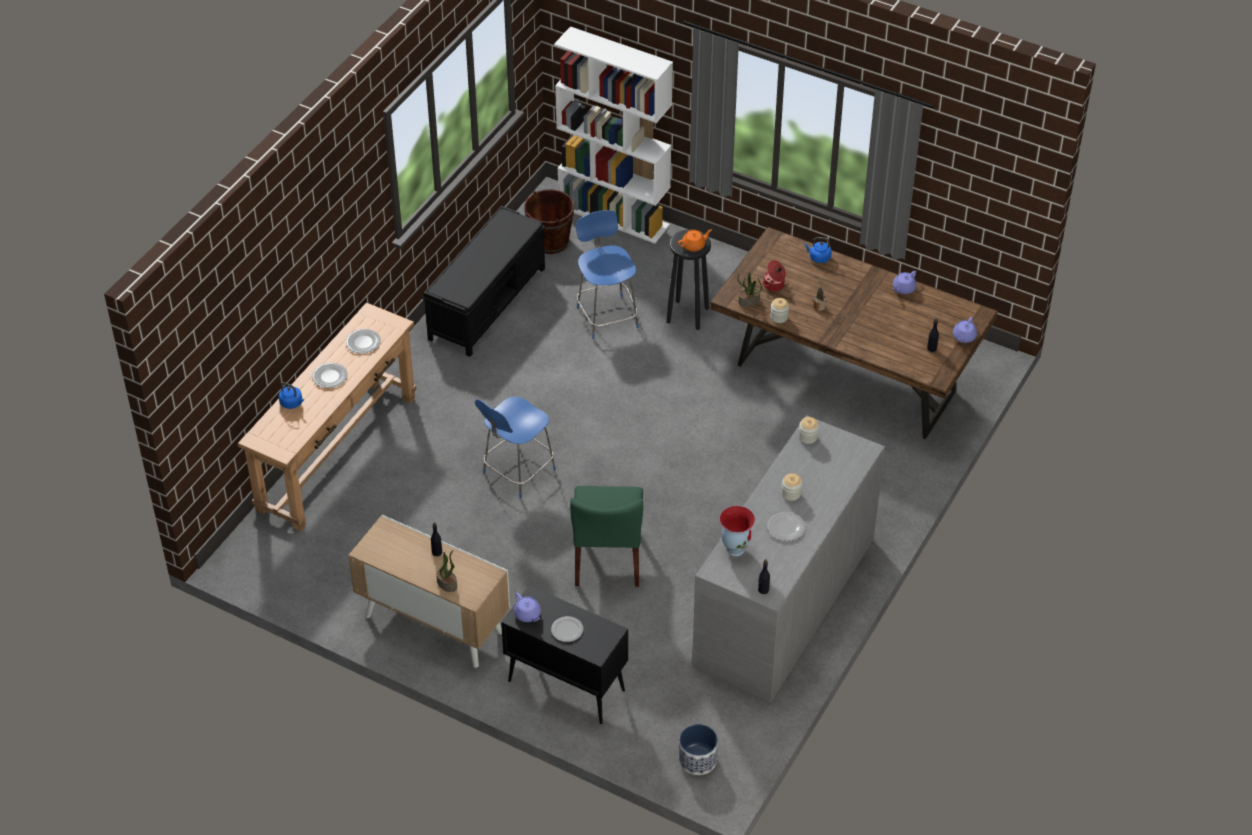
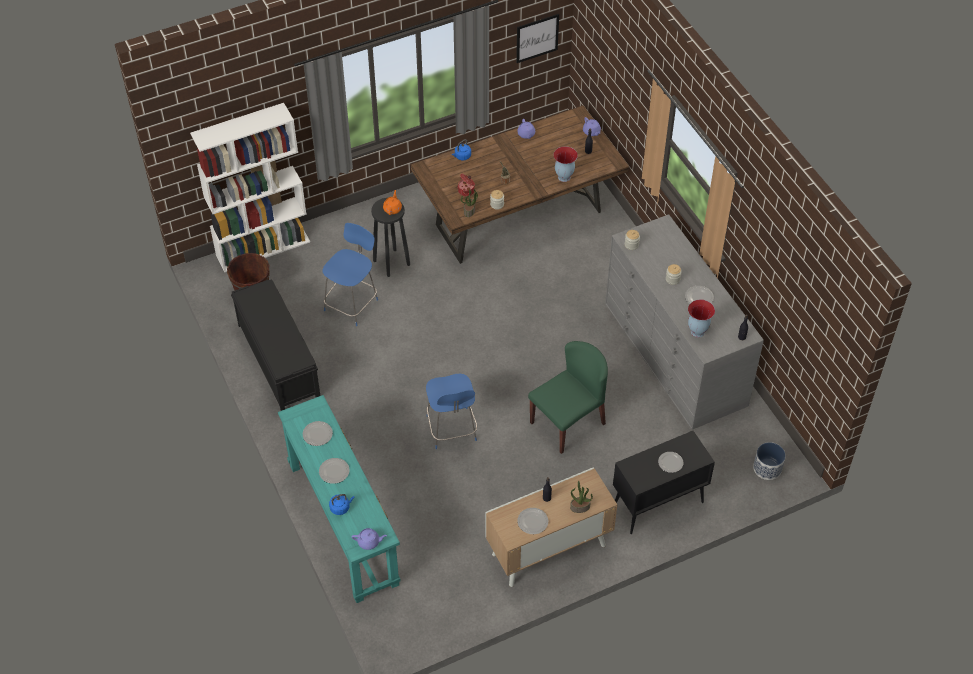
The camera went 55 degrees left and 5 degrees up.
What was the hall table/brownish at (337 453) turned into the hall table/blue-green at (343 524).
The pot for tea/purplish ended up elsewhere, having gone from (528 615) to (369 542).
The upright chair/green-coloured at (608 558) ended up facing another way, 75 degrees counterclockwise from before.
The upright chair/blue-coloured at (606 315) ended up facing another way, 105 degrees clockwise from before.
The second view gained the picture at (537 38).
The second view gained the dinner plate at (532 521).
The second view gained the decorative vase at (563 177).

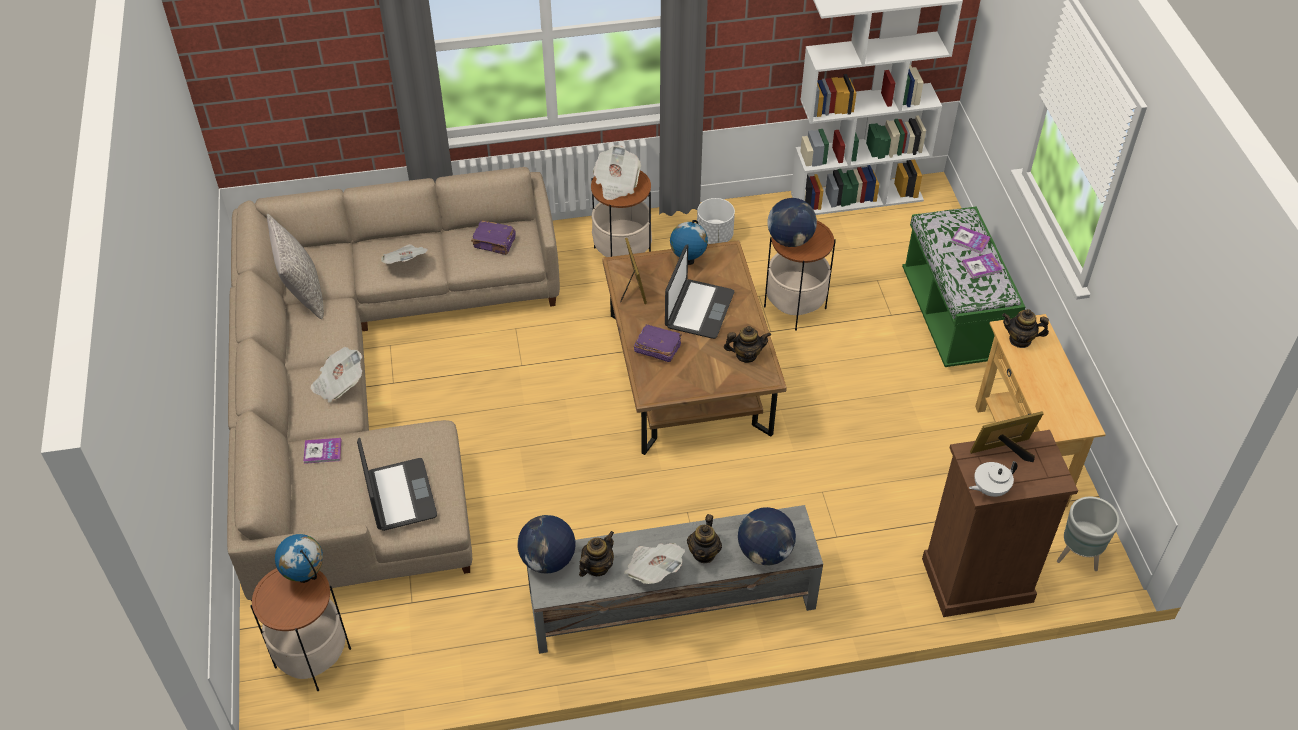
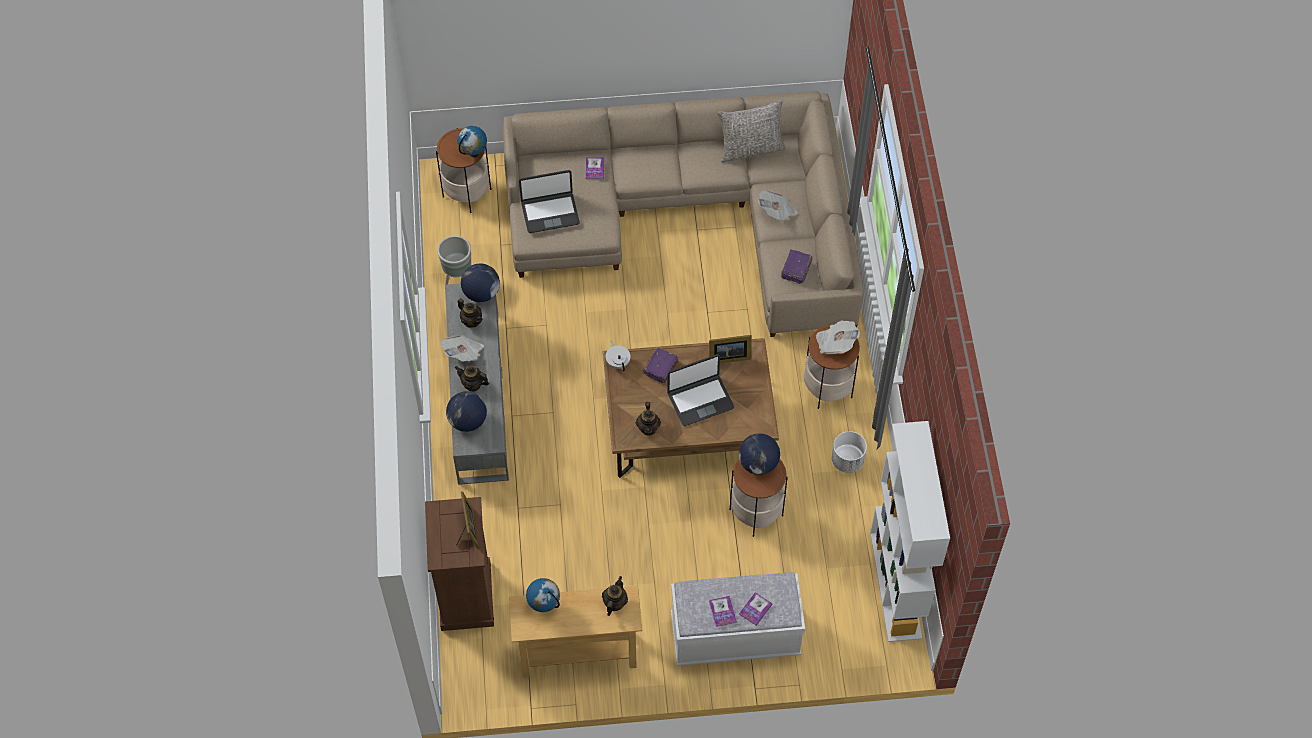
The camera went 95 degrees right and 10 degrees up.
The second view lost the daily paper at (339 384).
The laptop at (698 310) ended up facing another way, 45 degrees counterclockwise from before.
The globe ended up elsewhere, having gone from (688 260) to (544 605).
What was the long seat/green-coloured at (953 317) turned into the long seat/white at (735 636).
The pot for tea/white ended up elsewhere, having gone from (989 489) to (618 362).
The flower pot/greyish ended up elsewhere, having gone from (1077 556) to (458 277).

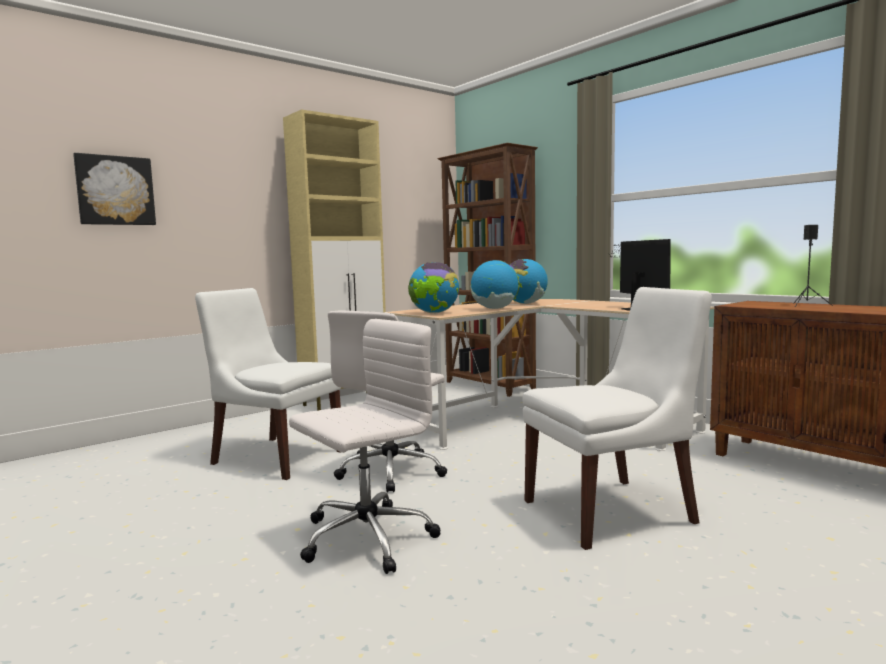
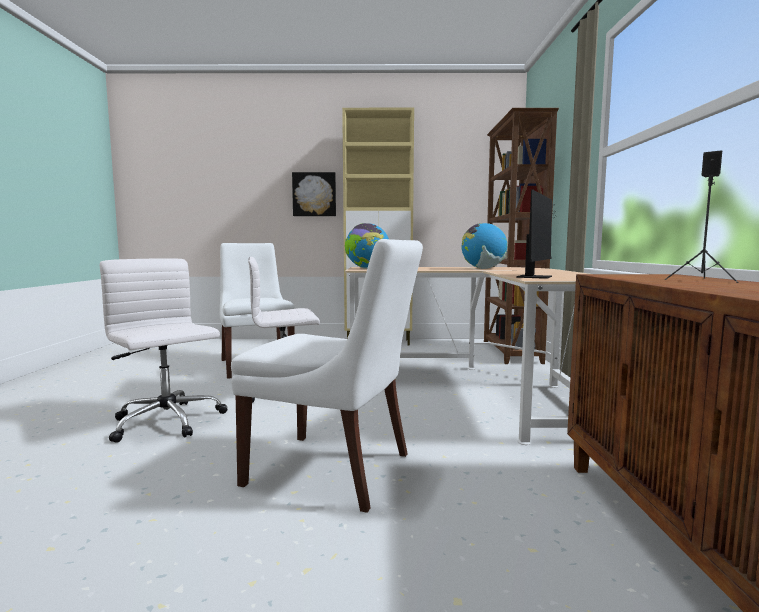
The camera went 40 degrees right and 0 degrees up.
The picture ended up elsewhere, having gone from (115 190) to (314 194).
The computer chair/white at (364 539) ended up facing another way, 135 degrees counterclockwise from before.
The second view lost the globe at (495 308).

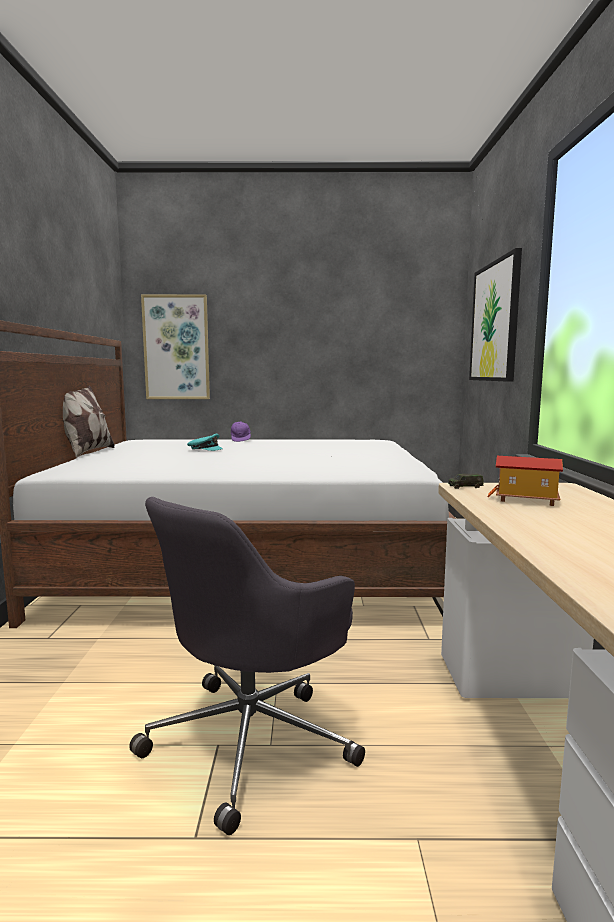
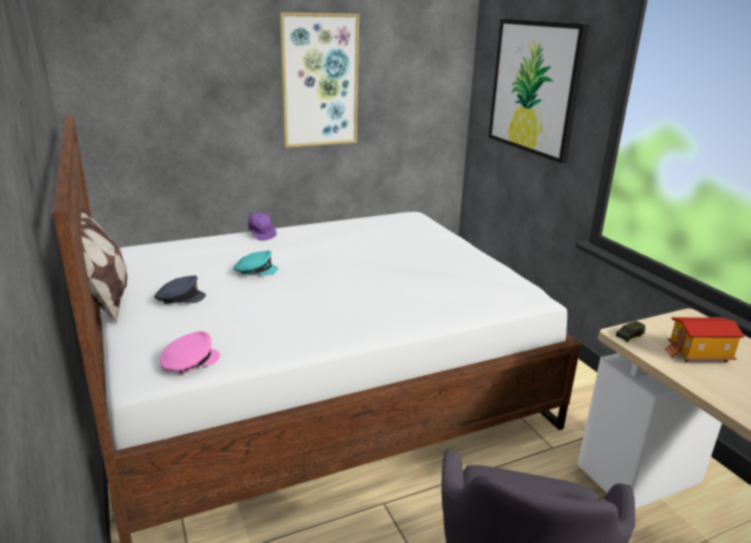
The camera went 25 degrees left and 15 degrees up.
The picture ended up elsewhere, having gone from (176 347) to (319 81).
The second view gained the cap/greyish at (180 297).
The second view gained the cap/pink at (189 362).

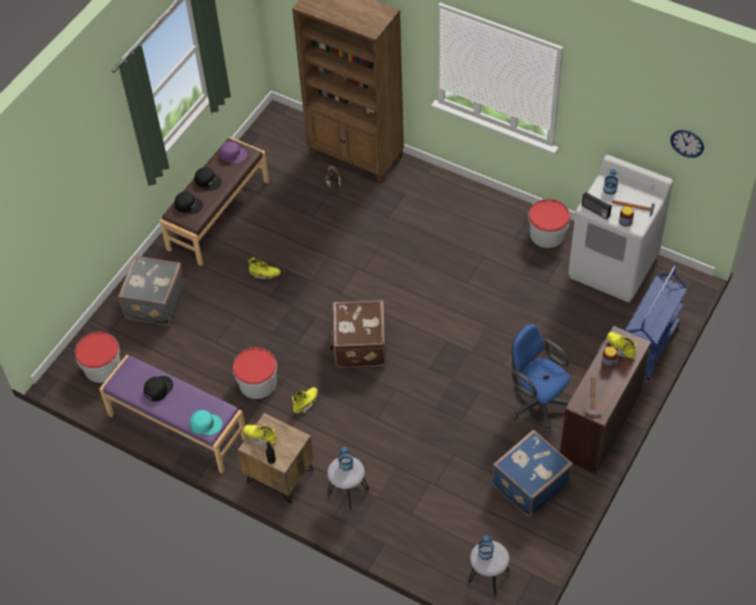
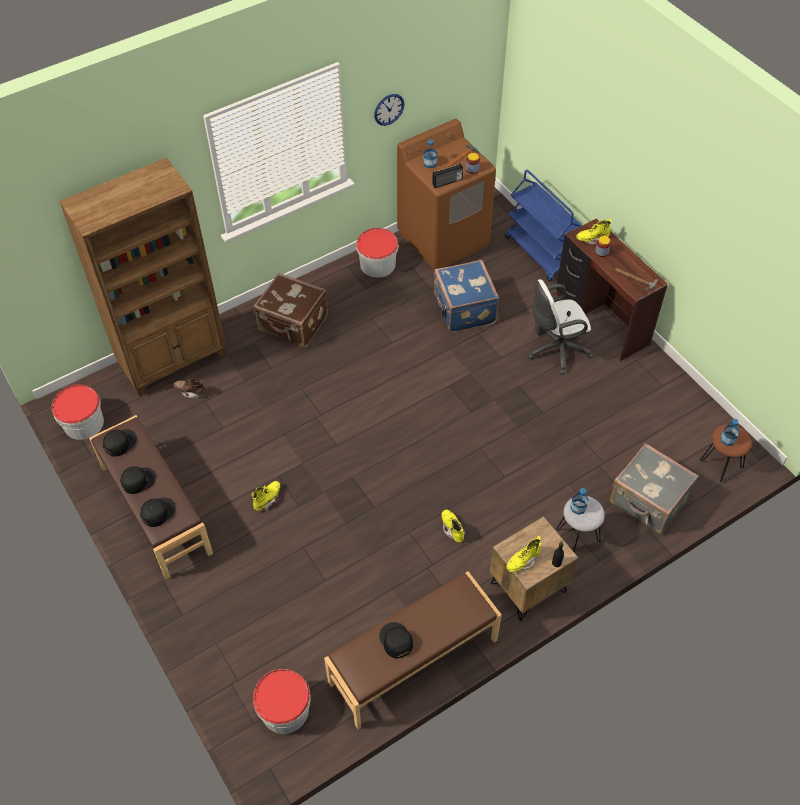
The camera went 65 degrees left and 0 degrees up.
What was the long seat/purplish at (177 427) turned into the long seat/brownish at (414 662).
The piece of luggage/greyish ended up elsewhere, having gone from (154 302) to (648 502).
The second view lost the cap/blue-green at (205 424).
What was the cap/purplish at (233 154) turned into the cap/black-coloured at (119 443).
The water bucket ended up elsewhere, having gone from (257 383) to (83 423).
The piece of luggage/brownish ended up elsewhere, having gone from (359 345) to (293 324).
What was the sitting stool/greyish at (488 577) turned into the sitting stool/brownish at (720 464).
The piece of luggage/blue-coloured ended up elsewhere, having gone from (529 483) to (463 310).
What was the computer chair/blue-coloured at (537 402) turned into the computer chair/white at (555 350).
What was the washing machine/white at (613 267) turned into the washing machine/brownish at (444 238).
The clock on the wall ended up elsewhere, having gone from (687 143) to (389 109).

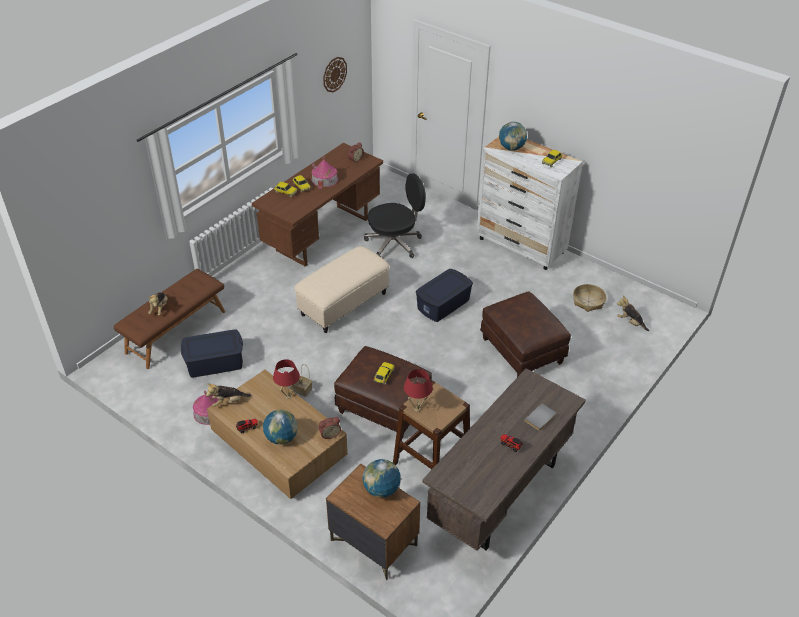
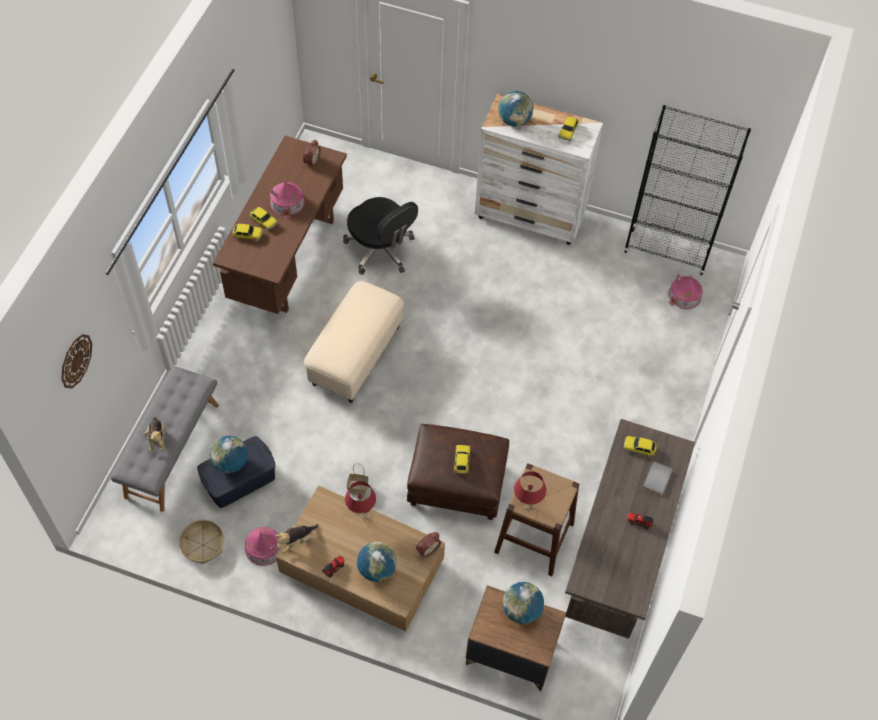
The camera went 20 degrees left and 15 degrees up.
What was the long seat/brownish at (175 331) turned into the long seat/greyish at (171 450).
The clock on the wall ended up elsewhere, having gone from (334 74) to (75 360).
The computer chair/black-coloured at (394 243) ended up facing another way, 90 degrees clockwise from before.
The second view lost the storage container/blue-coloured at (443 304).
The second view lost the footrest/brownish at (523 351).
The storage basket ended up elsewhere, having gone from (588 301) to (203 545).
Where the cuddly toy stood at (630 322), the miniature house came to stand at (684 295).
The second view gained the globe at (230 463).
The second view gained the bookcase/black-coloured at (667 251).
The second view gained the miniature car at (639 448).

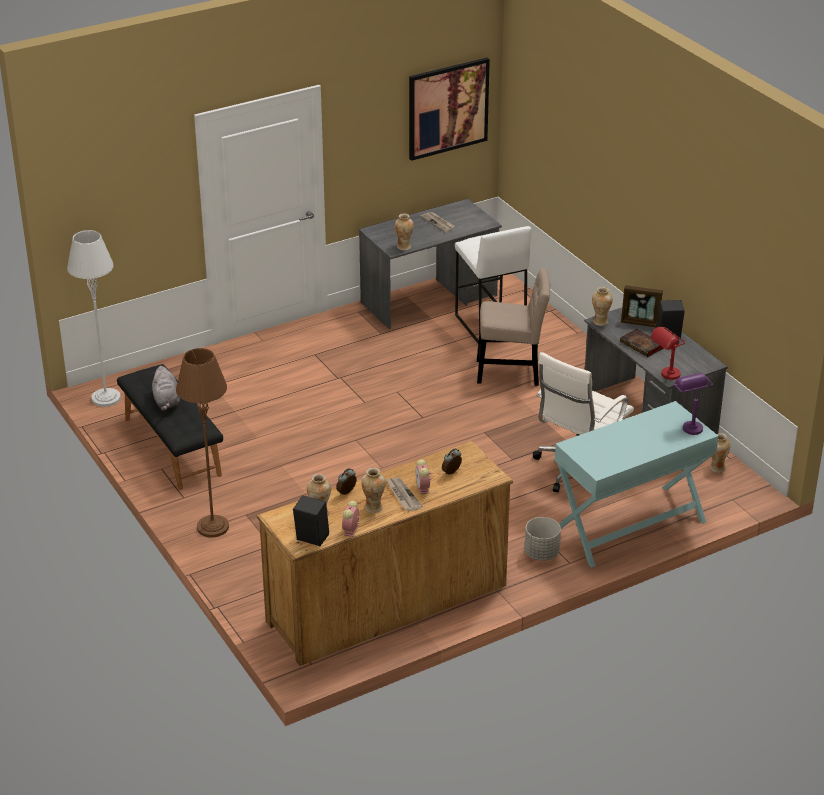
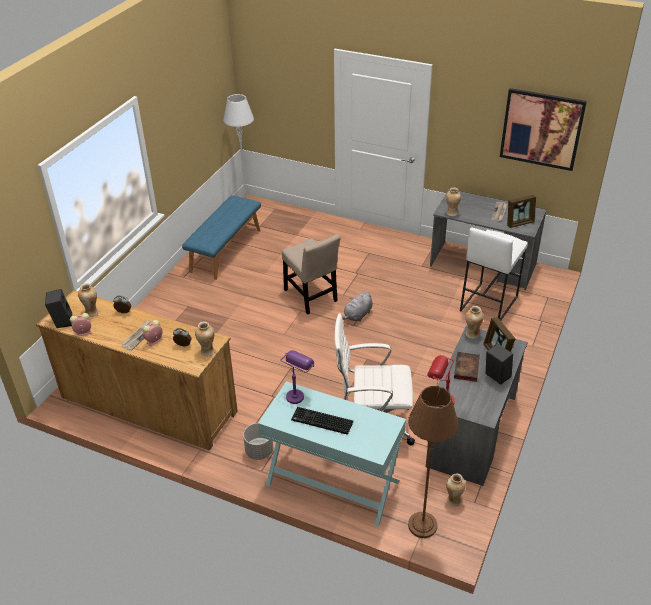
The camera went 55 degrees right and 5 degrees up.
What was the long seat/black-coloured at (171 447) turned into the long seat/blue-coloured at (225 250).
The cuddly toy/greyish ended up elsewhere, having gone from (167 401) to (357 315).
The floor lamp/brownish ended up elsewhere, having gone from (212 527) to (422 525).
The decorative vase ended up elsewhere, having gone from (373 507) to (207 351).
The upright chair/beige ended up elsewhere, having gone from (512 372) to (311 297).
The tabletop lamp/purplish ended up elsewhere, having gone from (688 425) to (298 393).
The second view gained the computer keyboard at (321 422).
The second view gained the photo frame at (519 223).

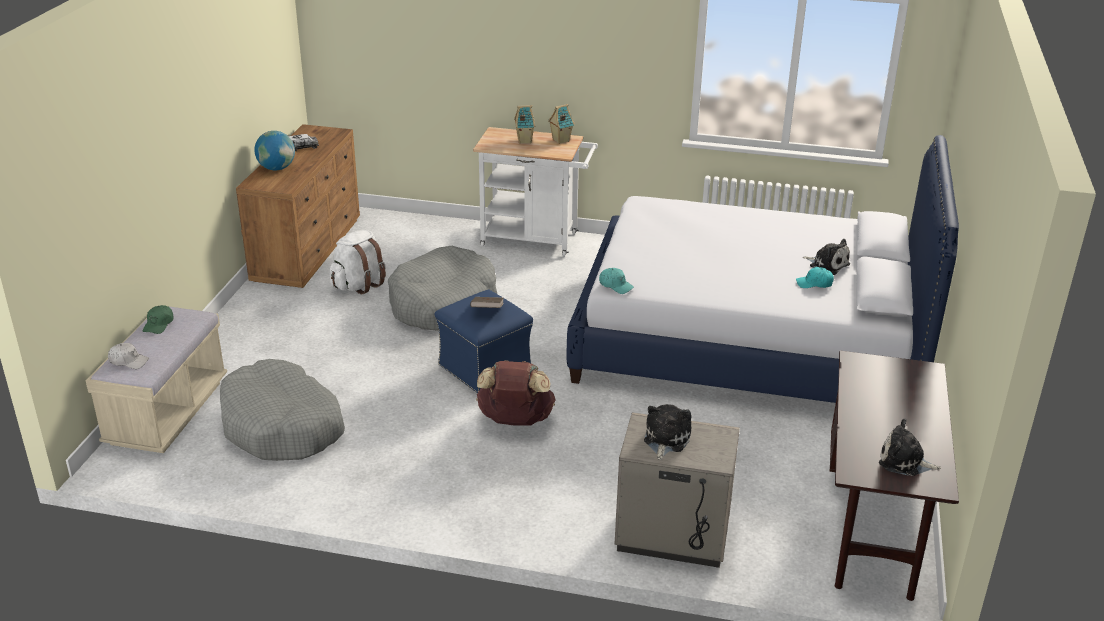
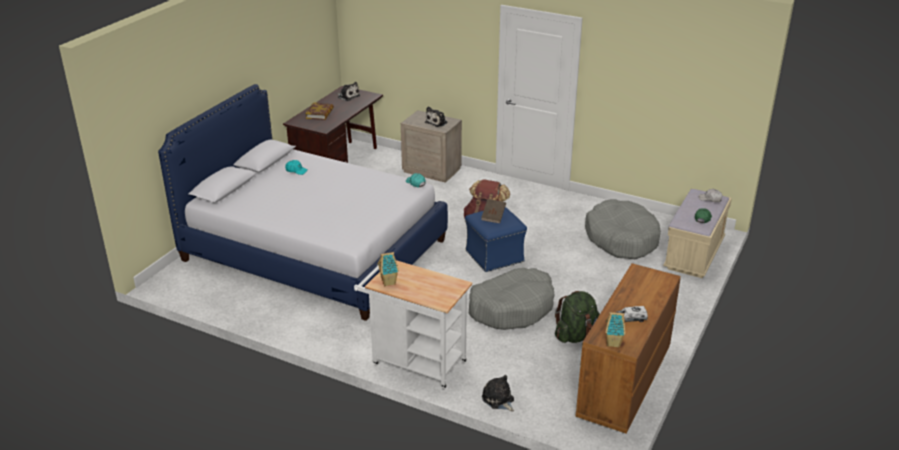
The camera went 165 degrees left and 0 degrees up.
The second view lost the globe at (276 168).
What was the knapsack/white at (359 285) turned into the knapsack/green-coloured at (576 335).
The miniature house ended up elsewhere, having gone from (524 141) to (614 343).
The cuddly toy ended up elsewhere, having gone from (827 264) to (498 400).
The second view gained the bound book at (320 113).

